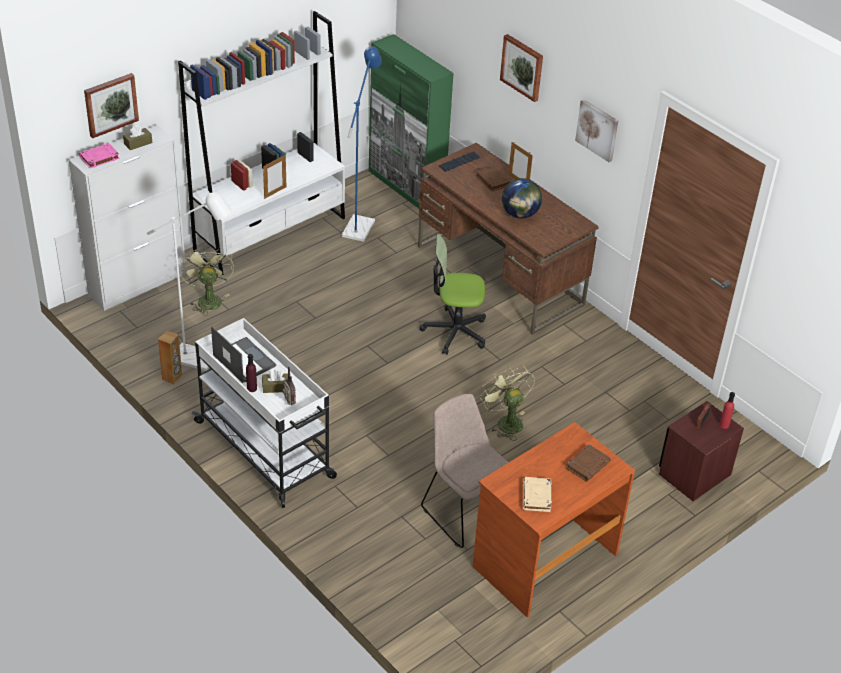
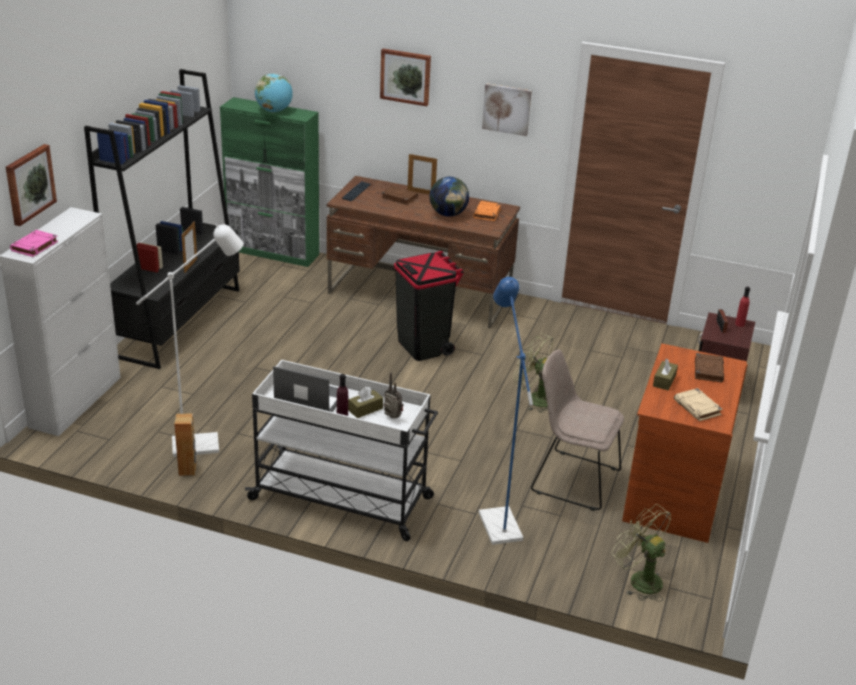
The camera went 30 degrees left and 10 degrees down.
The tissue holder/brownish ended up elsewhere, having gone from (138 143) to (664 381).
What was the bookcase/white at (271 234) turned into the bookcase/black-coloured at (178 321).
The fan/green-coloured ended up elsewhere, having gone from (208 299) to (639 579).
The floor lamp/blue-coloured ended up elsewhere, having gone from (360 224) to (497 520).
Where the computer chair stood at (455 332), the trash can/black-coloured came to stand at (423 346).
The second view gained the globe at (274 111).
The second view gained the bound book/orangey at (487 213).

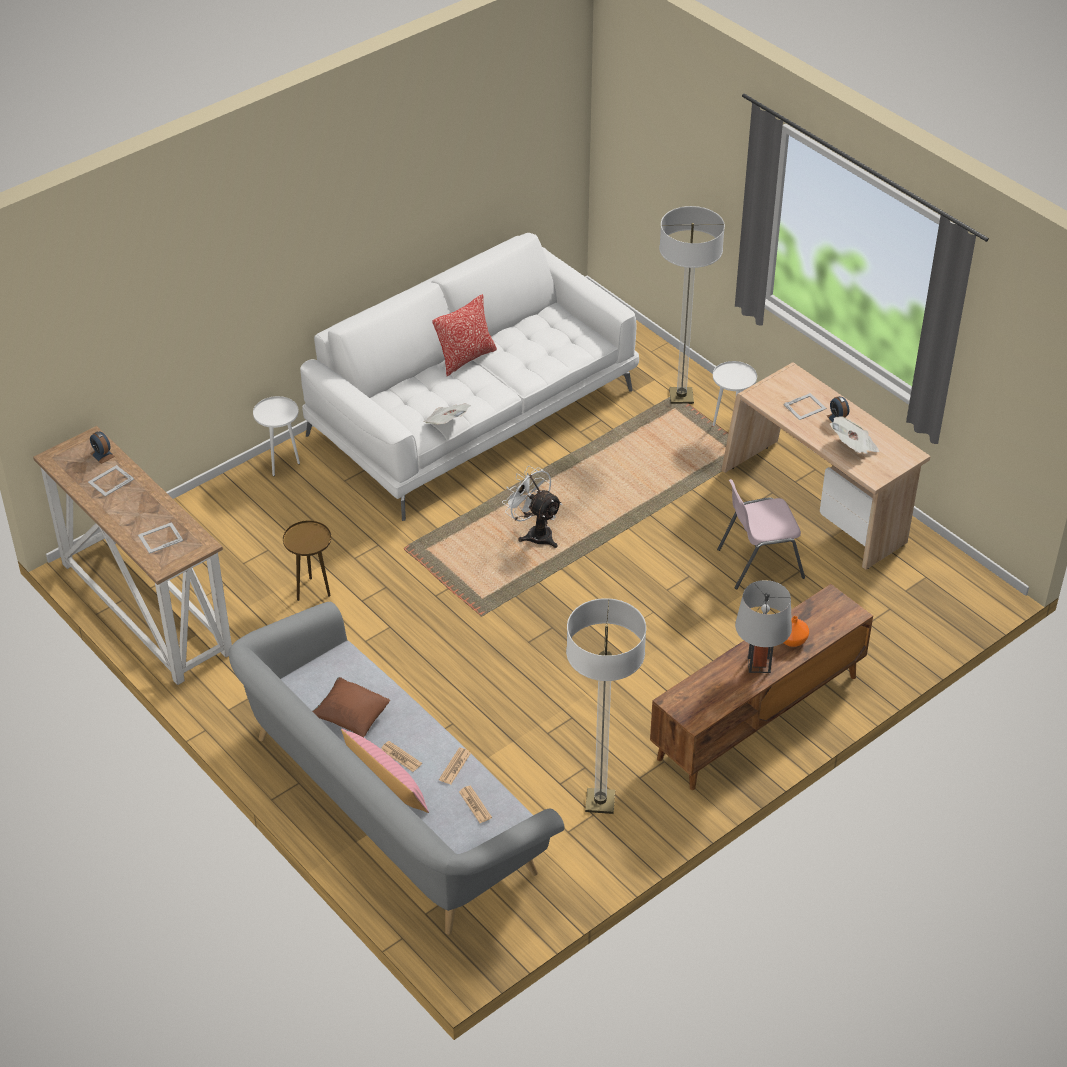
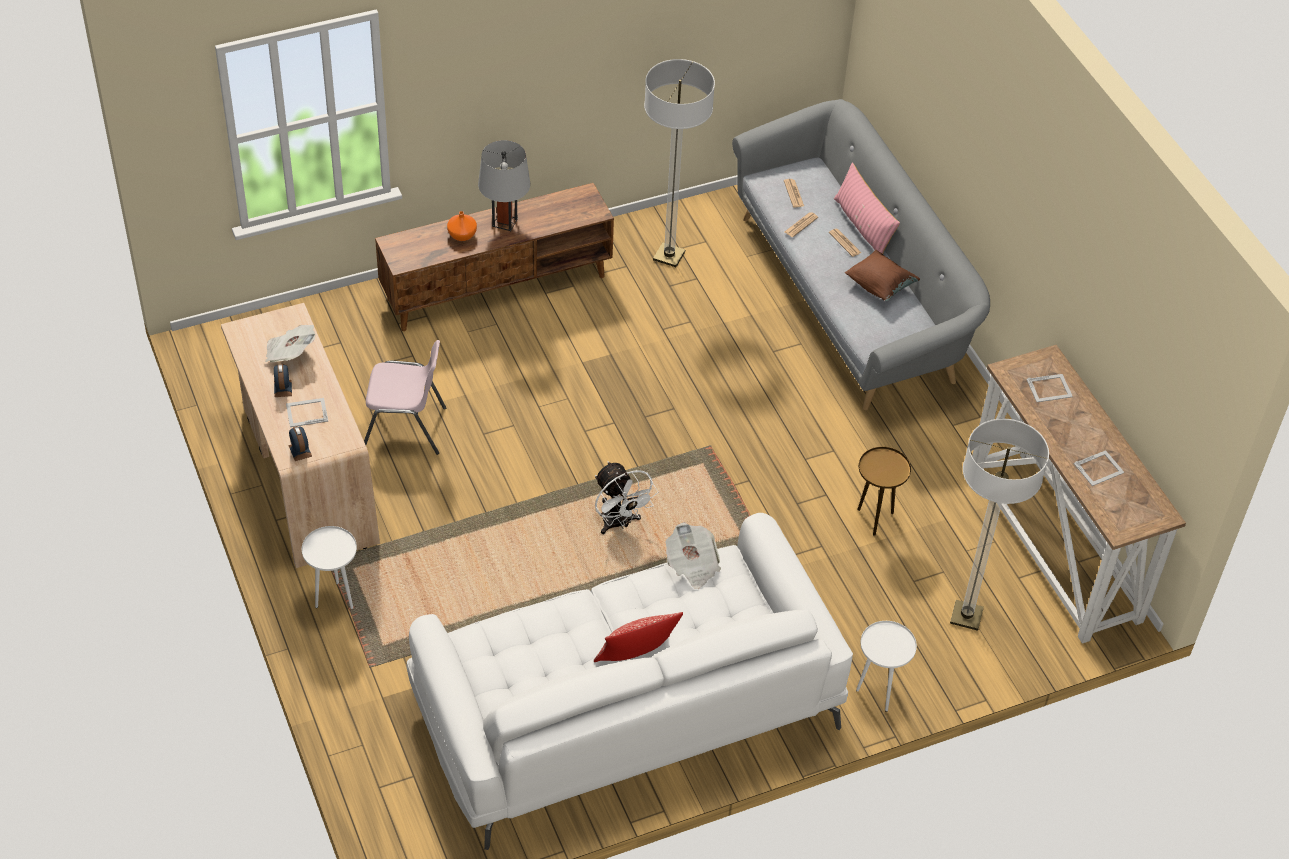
The camera went 165 degrees left and 5 degrees up.
The alarm clock ended up elsewhere, having gone from (102 455) to (300 451).
The floor lamp ended up elsewhere, having gone from (681 397) to (966 616).

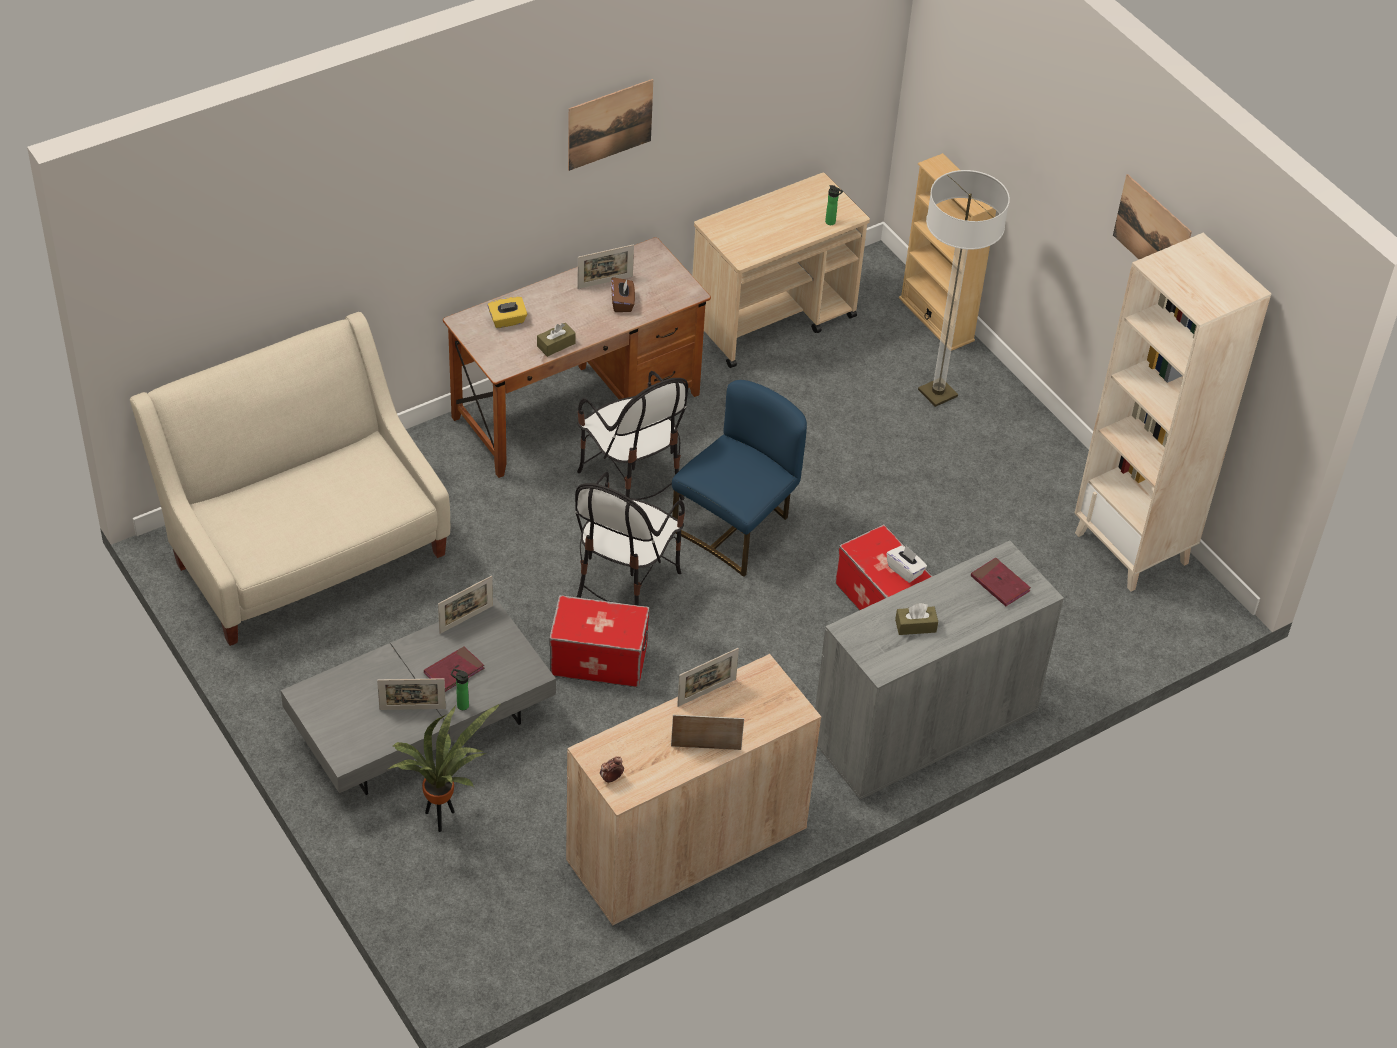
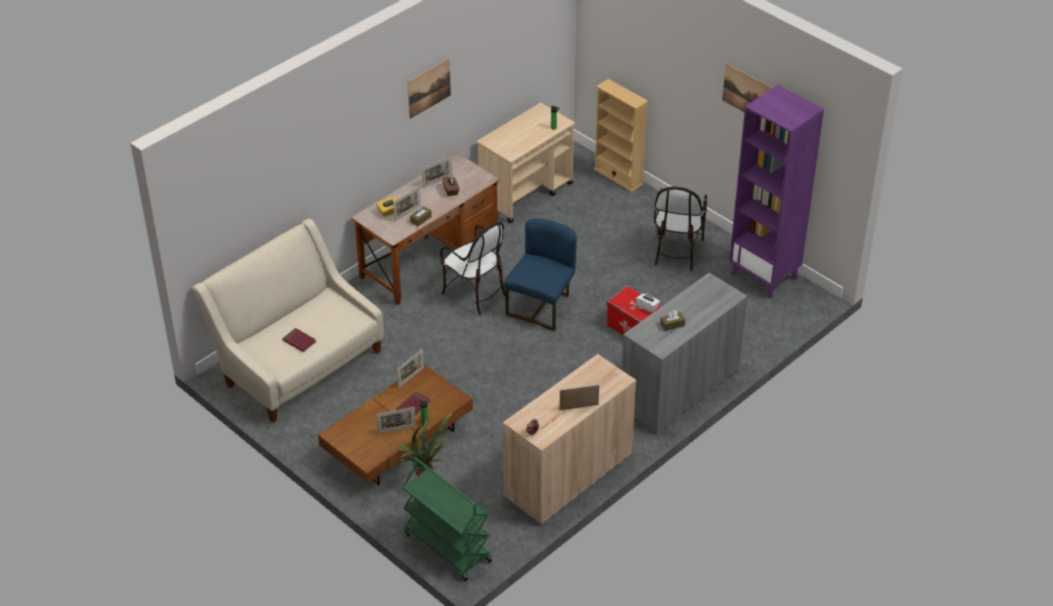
The camera went 10 degrees left and 5 degrees down.
What was the coffee table/greyish at (421 724) turned into the coffee table/brownish at (397 442).
The second view lost the storage container at (598 660).
The upright chair ended up elsewhere, having gone from (624 585) to (676 251).
The photo frame ended up elsewhere, having gone from (706 692) to (407 213).
The second view lost the floor lamp at (937 393).
The bound book/reddish ended up elsewhere, having gone from (1000 584) to (299 341).
What was the bookcase/beige at (1132 548) turned into the bookcase/purplish at (764 276).
The second view gained the trolley/green-coloured at (446 547).

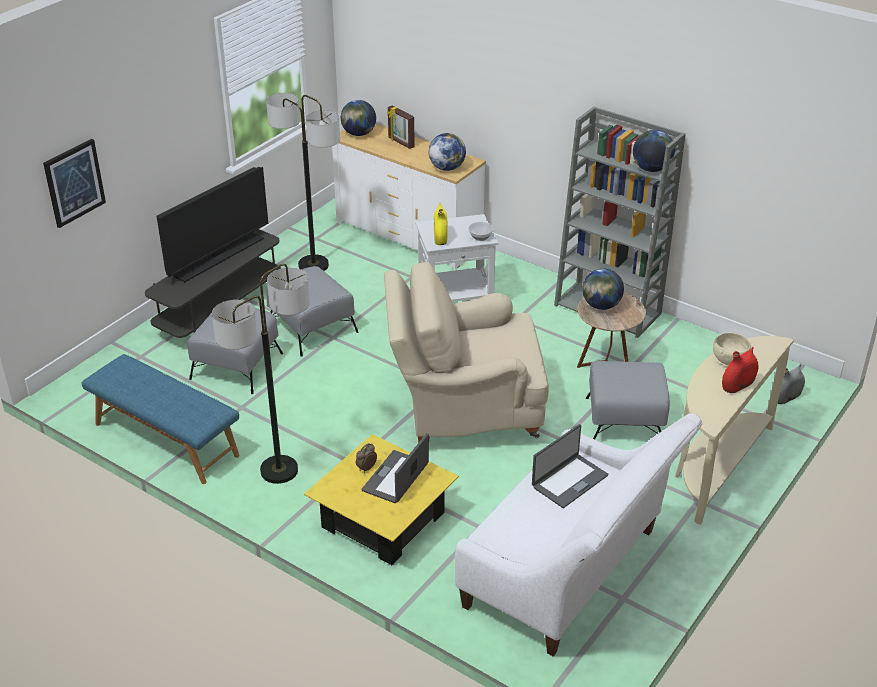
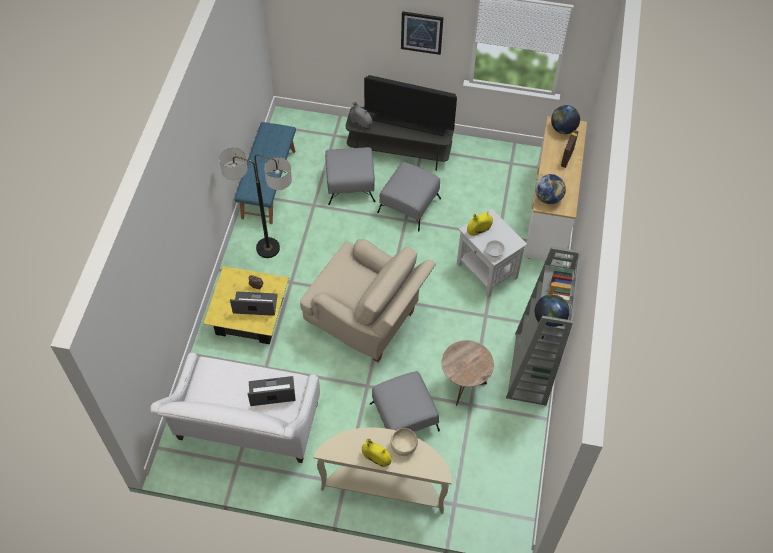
The camera went 65 degrees right and 20 degrees up.
The picture ended up elsewhere, having gone from (74 182) to (421 32).
The second view lost the floor lamp at (313 265).
The armchair/beige at (464 413) ended up facing another way, 150 degrees clockwise from before.
The laptop at (569 480) ended up facing another way, 150 degrees clockwise from before.
The second view lost the globe at (601 306).
What was the decorative vase/reddish at (738 385) turned into the decorative vase/yellow-coloured at (376 458).
The decorative vase/greyish ended up elsewhere, having gone from (786 397) to (361 123).

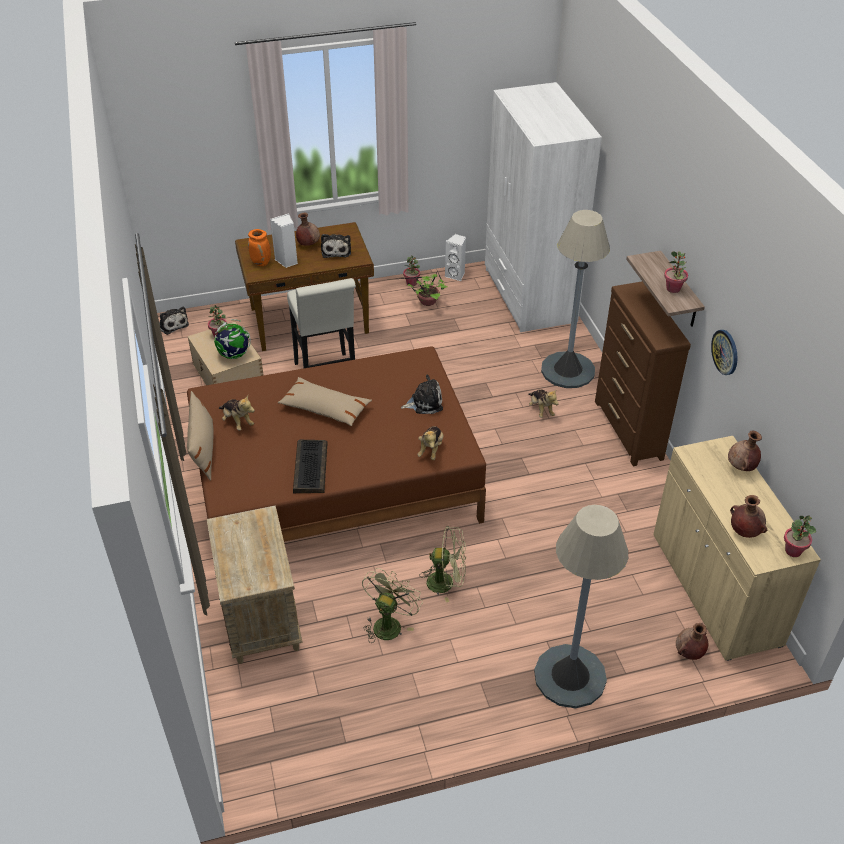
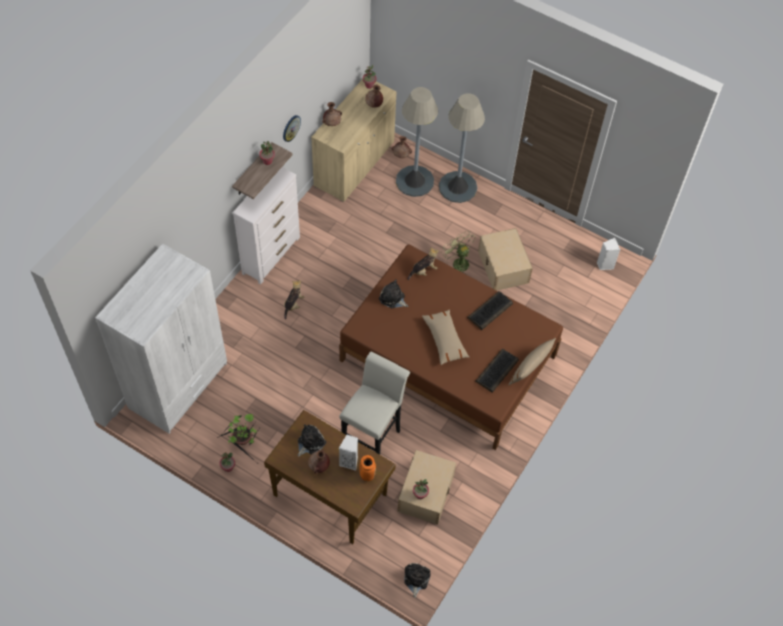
The camera went 135 degrees left and 15 degrees up.
The second view lost the night table/beige at (260 618).
The second view lost the globe at (234 355).
Where the cuddly toy stood at (237 422), the computer keyboard came to stand at (497 371).
Where the fan/green-coloured stood at (389 623), the storage container/beige came to stand at (503 267).
The speaker/white ended up elsewhere, having gone from (456 275) to (604 264).
The floor lamp/greyish ended up elsewhere, having gone from (568 370) to (414 181).
What was the drawer chest/brownish at (628 430) turned into the drawer chest/white at (271 255).

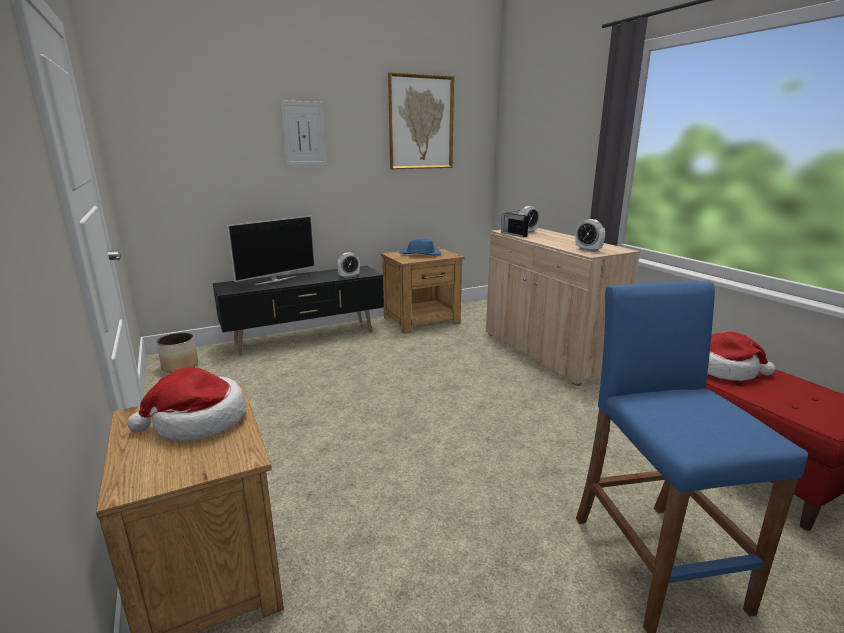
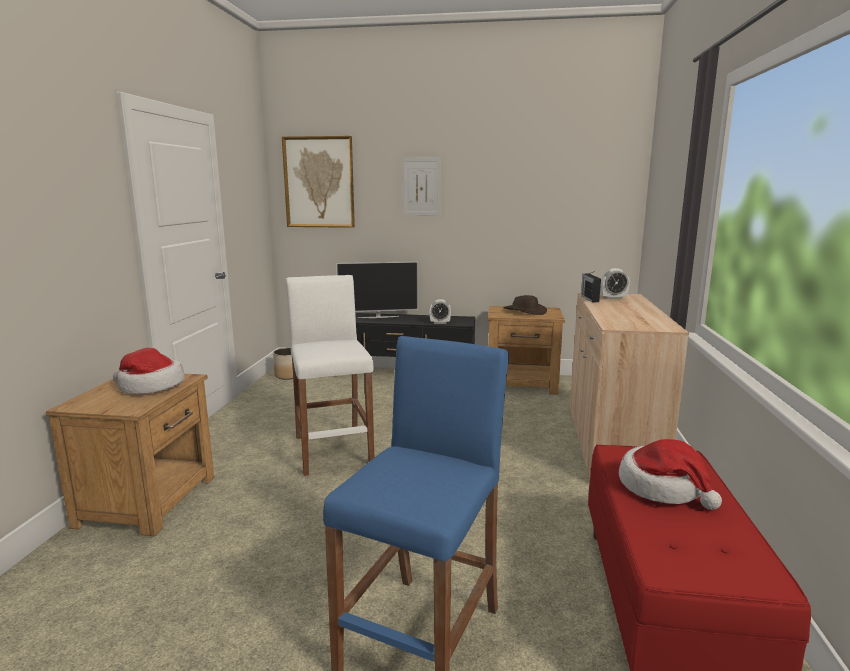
The camera went 35 degrees right and 5 degrees down.
The picture ended up elsewhere, having gone from (421 123) to (319 182).
What was the hat/blue-coloured at (420 254) turned into the hat/brownish at (524 311).
The second view lost the alarm clock at (588 250).
The second view gained the sitting stool/white at (333 450).

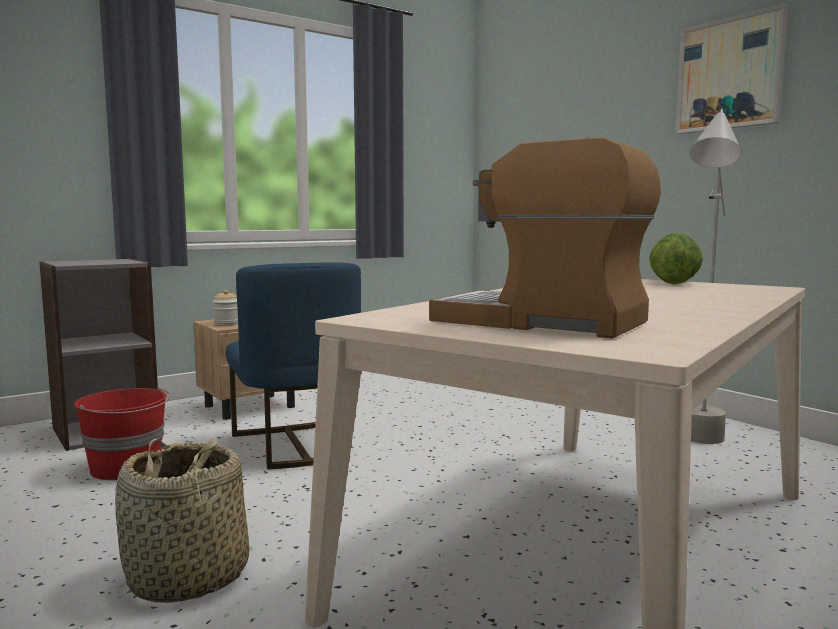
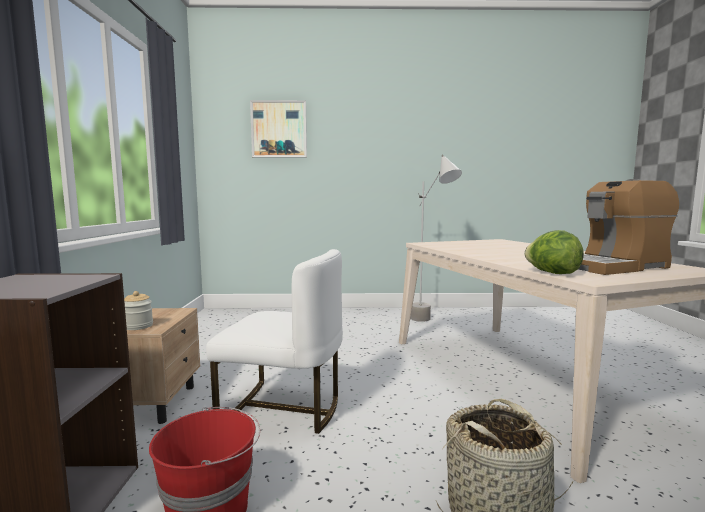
The camera went 55 degrees left and 0 degrees up.
What was the upright chair/blue-coloured at (295 445) turned into the upright chair/white at (283 409).
The head of lettuce ended up elsewhere, having gone from (674 284) to (552 273).
The picture ended up elsewhere, having gone from (729 74) to (279 129).

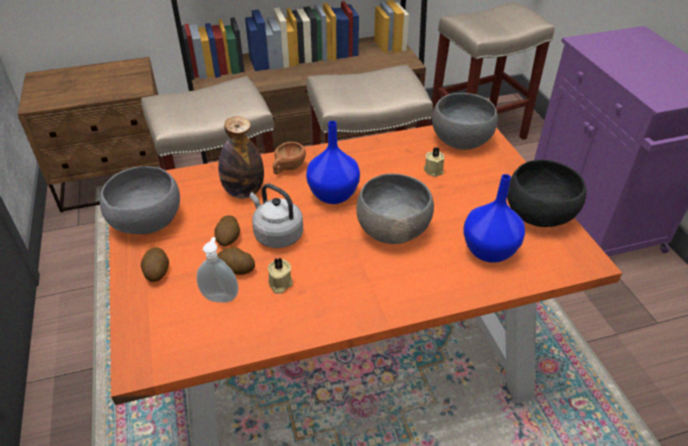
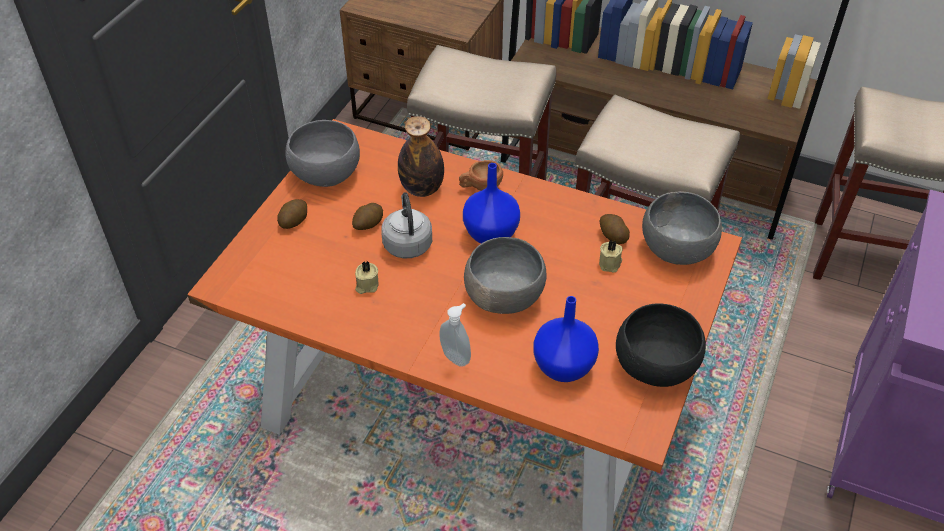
The camera went 40 degrees right and 5 degrees up.
The soap bottle ended up elsewhere, having gone from (221 296) to (456 357).
The potato ended up elsewhere, having gone from (236 269) to (612 236).

